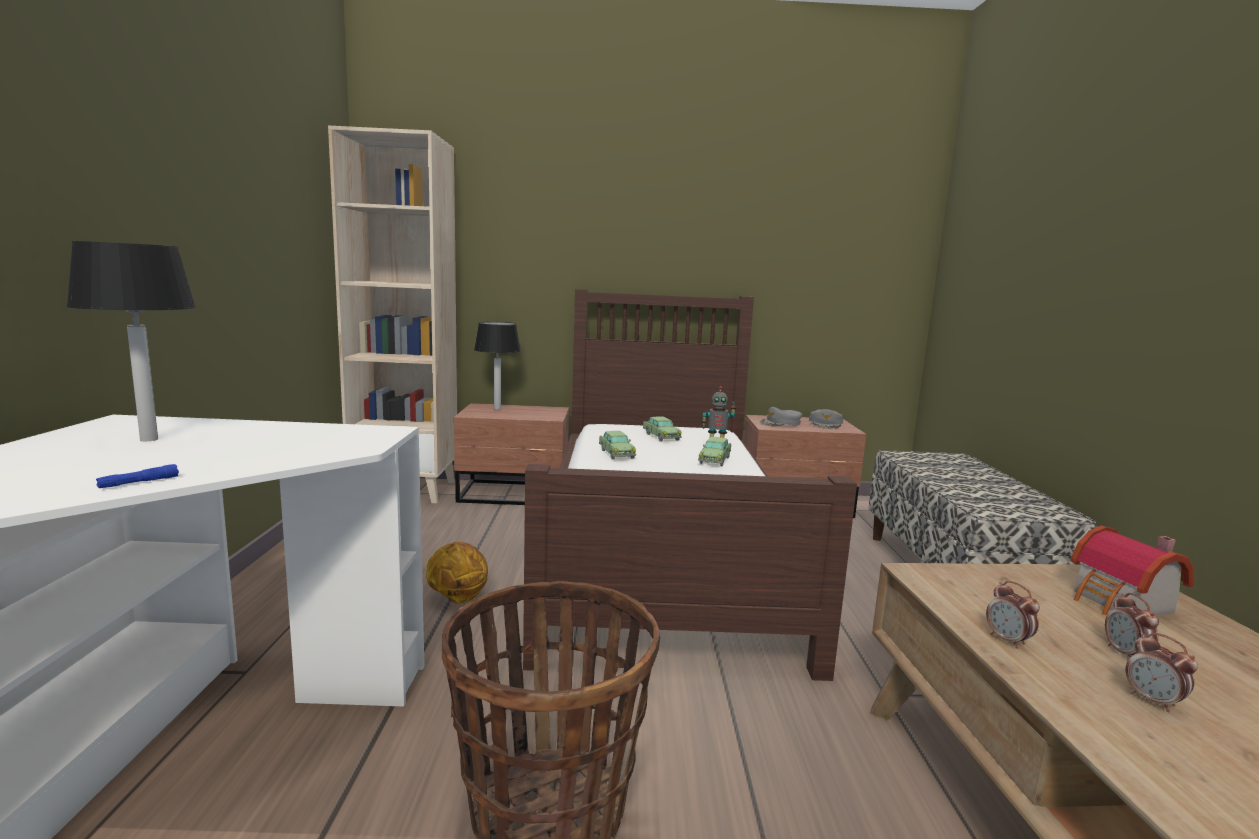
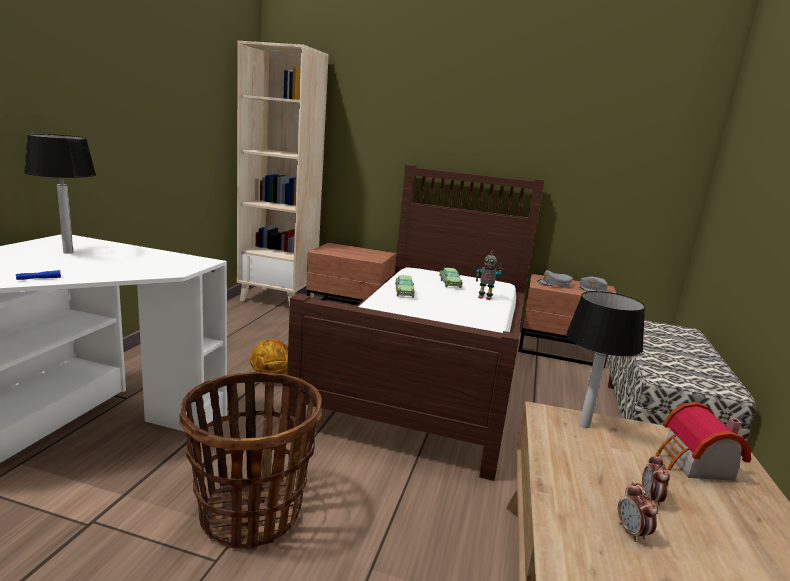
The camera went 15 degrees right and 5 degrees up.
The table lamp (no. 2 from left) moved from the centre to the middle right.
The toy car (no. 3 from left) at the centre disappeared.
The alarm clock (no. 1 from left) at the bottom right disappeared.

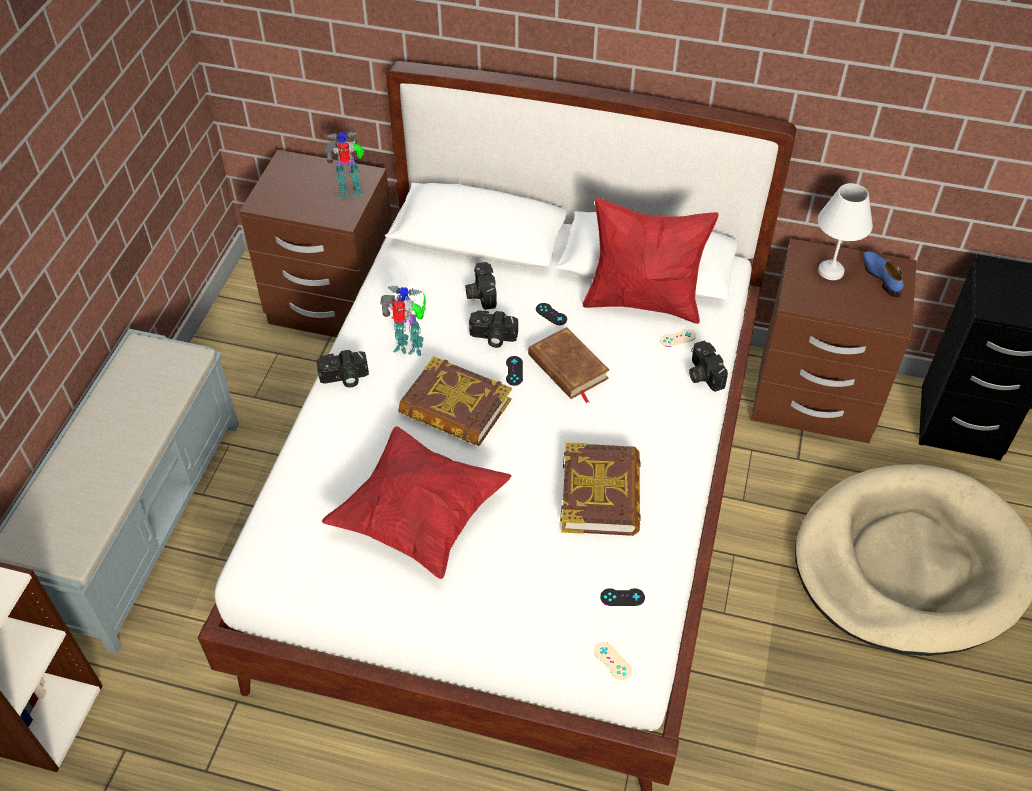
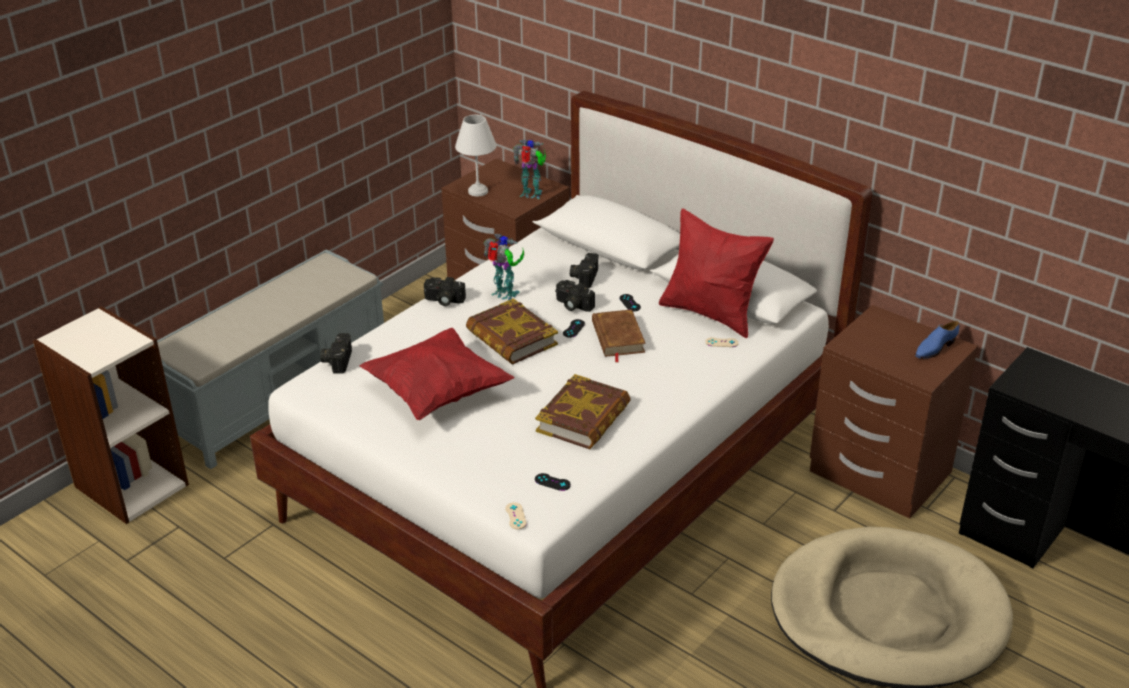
The camera went 25 degrees right and 15 degrees down.
The white table lamp moved from the top right to the top centre.
The blue shoe at the middle right turned 135 degrees counterclockwise.
The photo camera (no. 4 from left in the first image) moved from the middle right to the middle left.

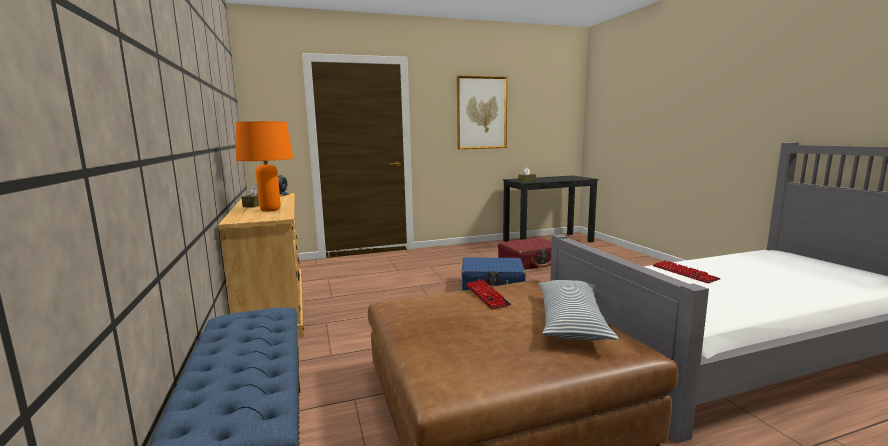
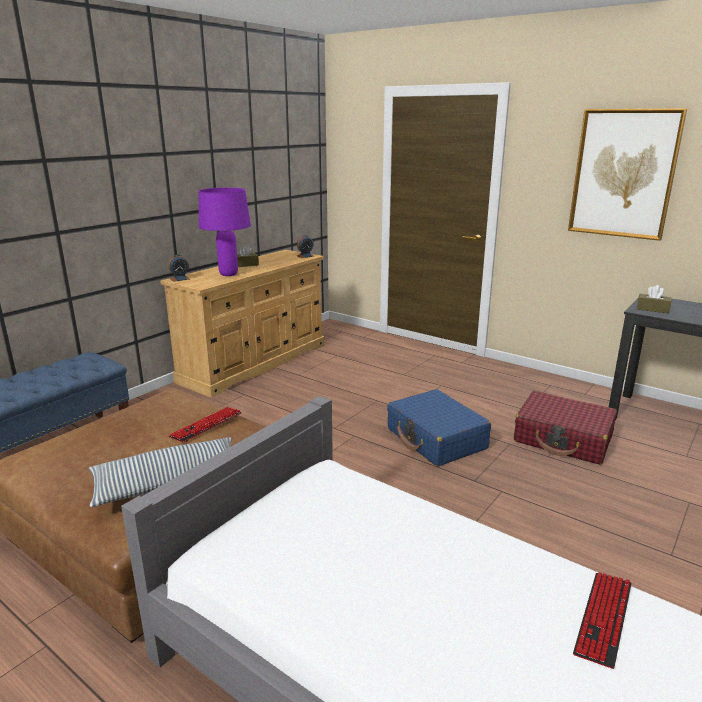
The camera went 55 degrees right and 10 degrees up.
The orange table lamp at the middle left became the purple table lamp at the top left.
The keyboard (no. 2 from left) moved from the middle right to the bottom right.
The alarm clock (no. 1 from left) at the middle left appeared.

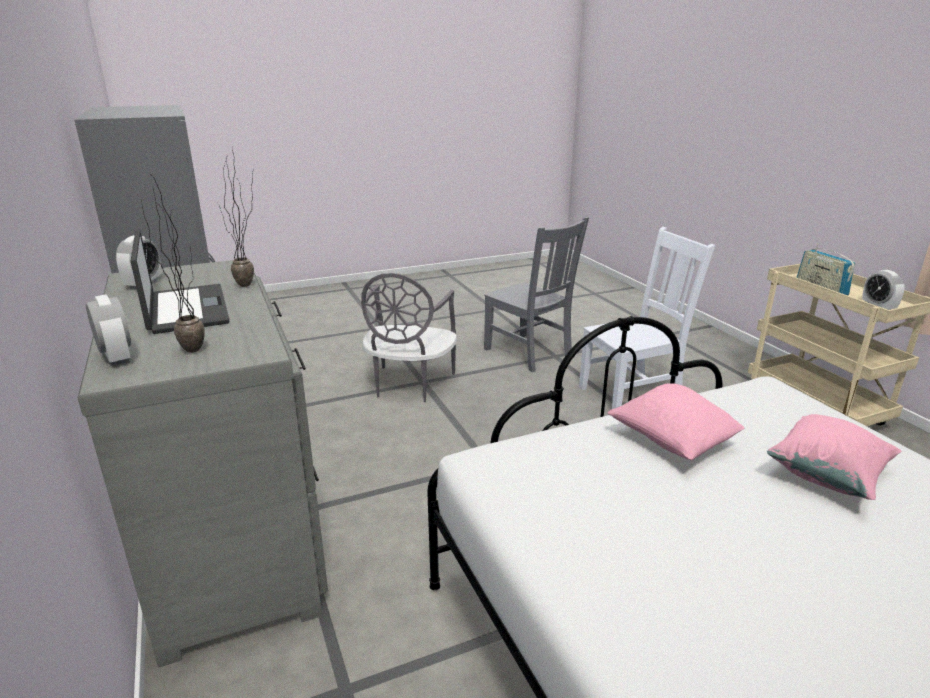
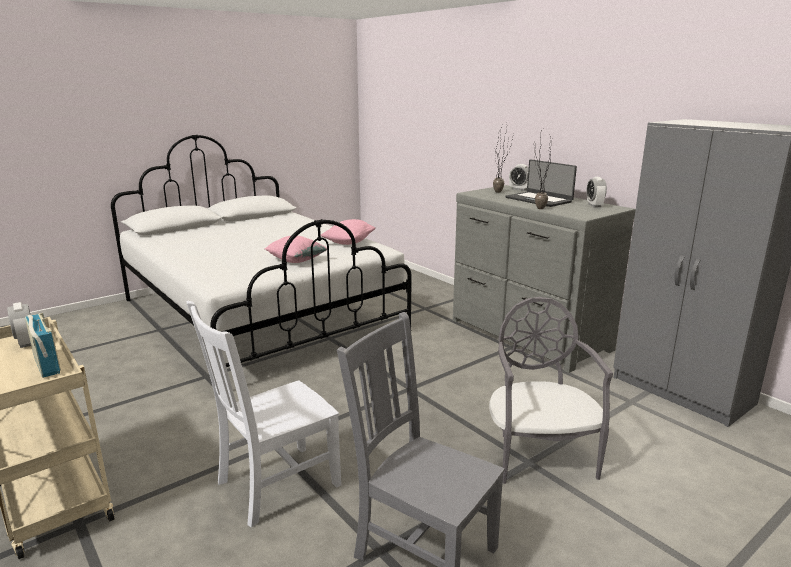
The camera went 165 degrees right and 5 degrees down.
The pink pillow (no. 2 from left) moved from the middle right to the centre.

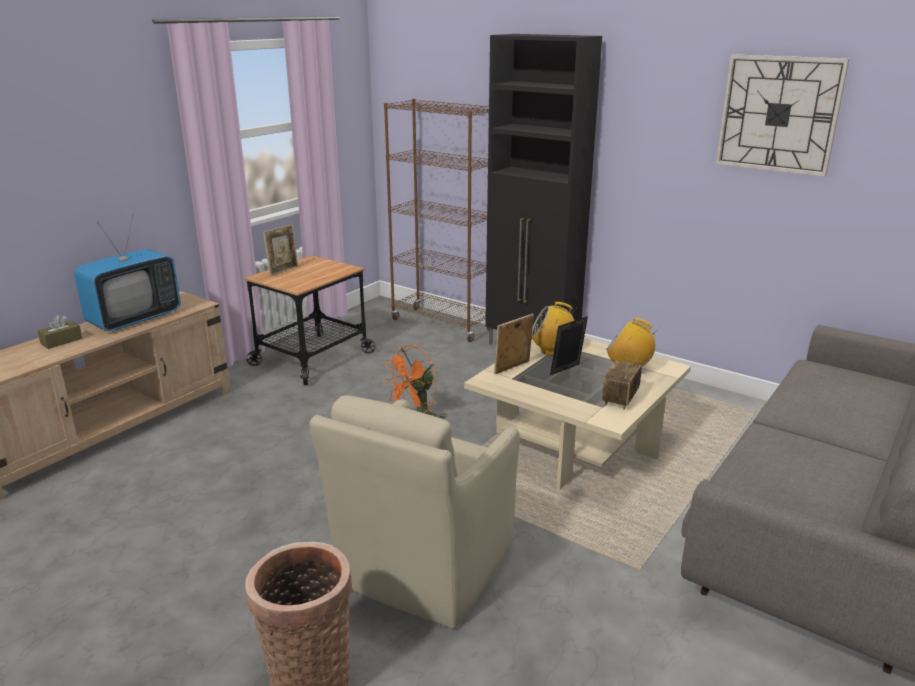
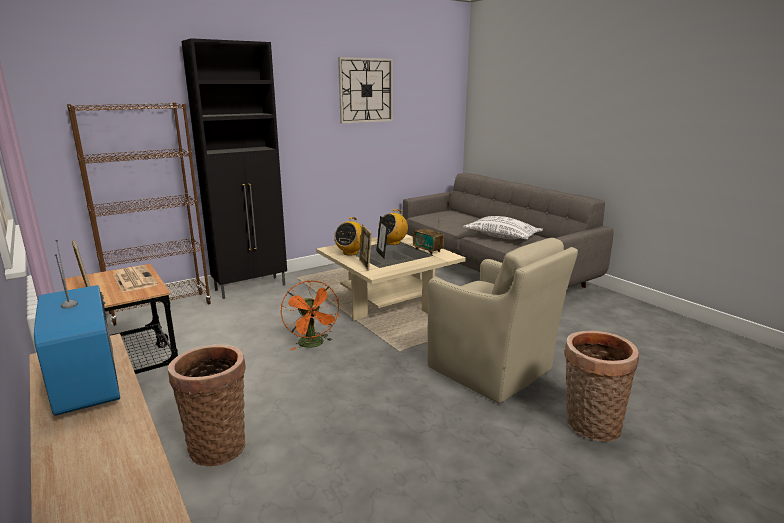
The camera went 70 degrees left and 5 degrees down.
The brown tissue box at the middle left disappeared.
The white pillow at the centre appeared.
The newspaper at the middle left appeared.
The basket (no. 1 from left) at the bottom left appeared.

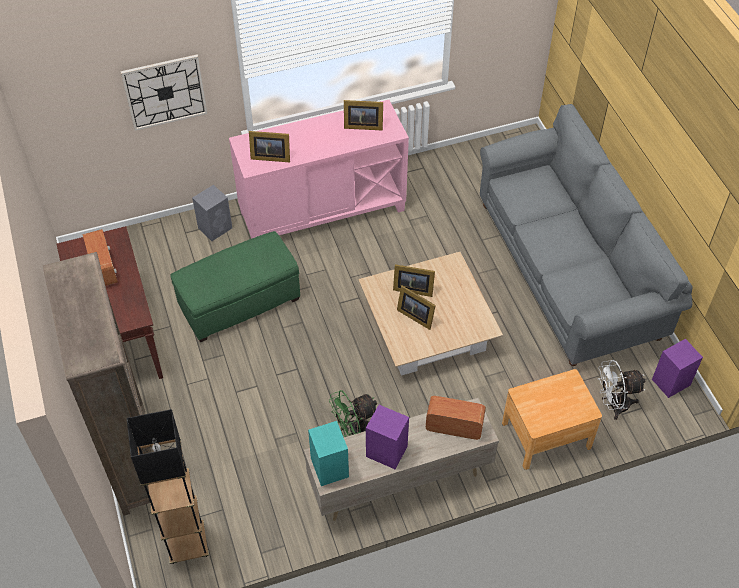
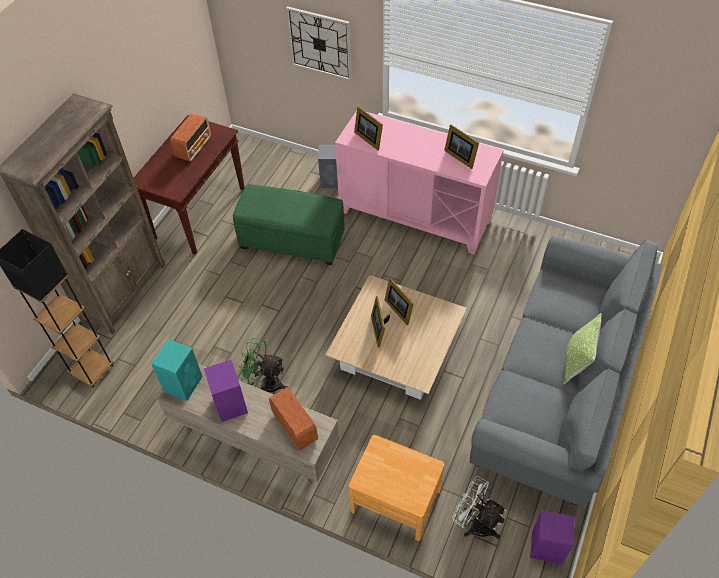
The camera went 45 degrees right and 0 degrees up.
The pillow at the middle right appeared.

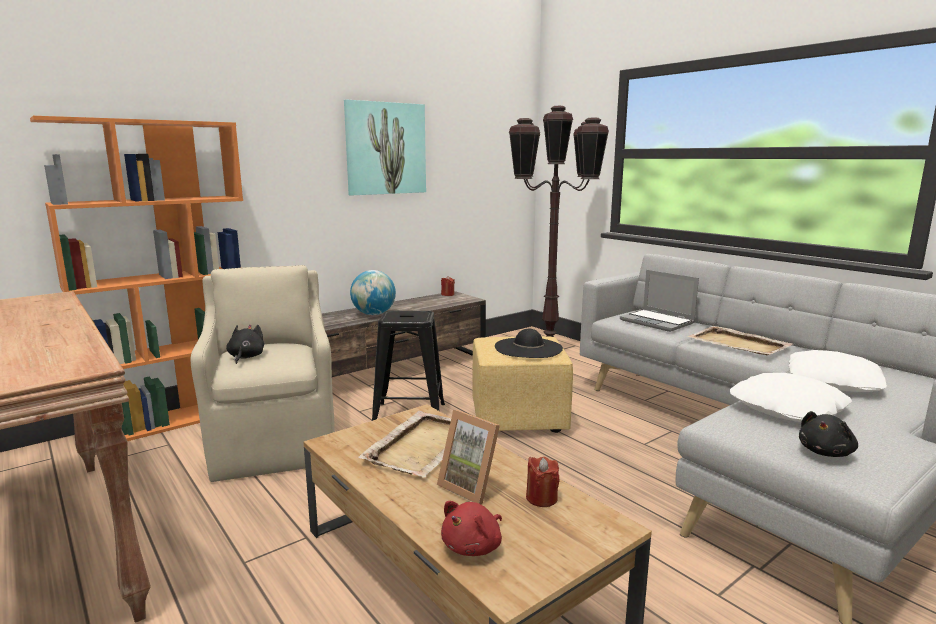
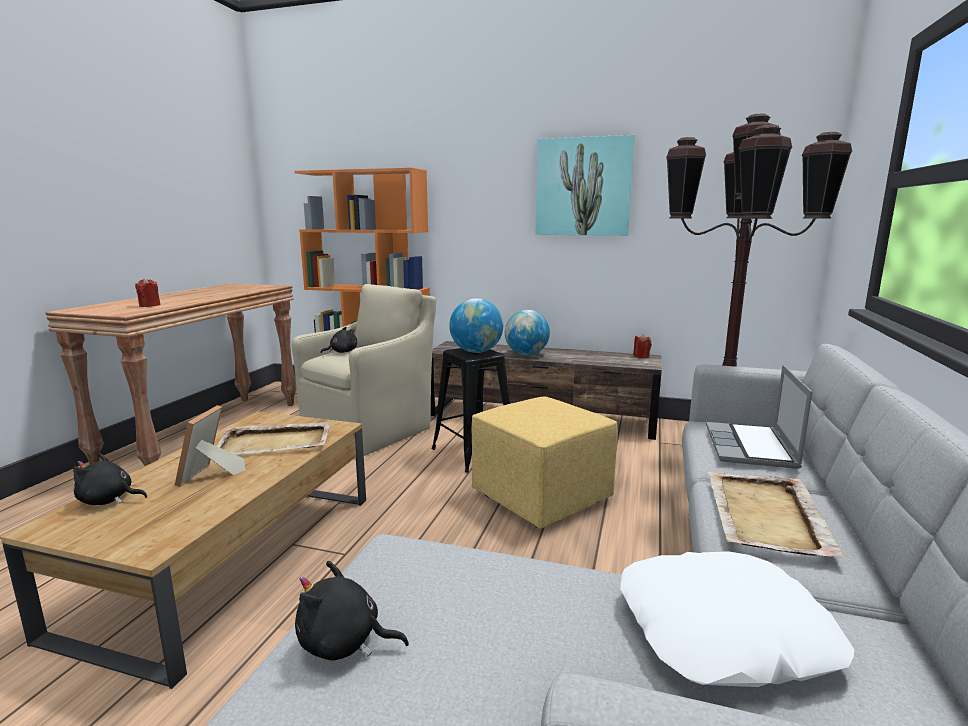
The camera went 55 degrees right and 0 degrees up.
The black hat at the centre disappeared.
The white pillow (no. 1 from left) at the middle right disappeared.
The red candle (no. 2 from left in the first image) moved from the bottom centre to the middle left.
The red plush toy at the bottom centre became the black plush toy (no. 1 from left) at the middle left.
The globe (no. 1 from left) at the centre appeared.

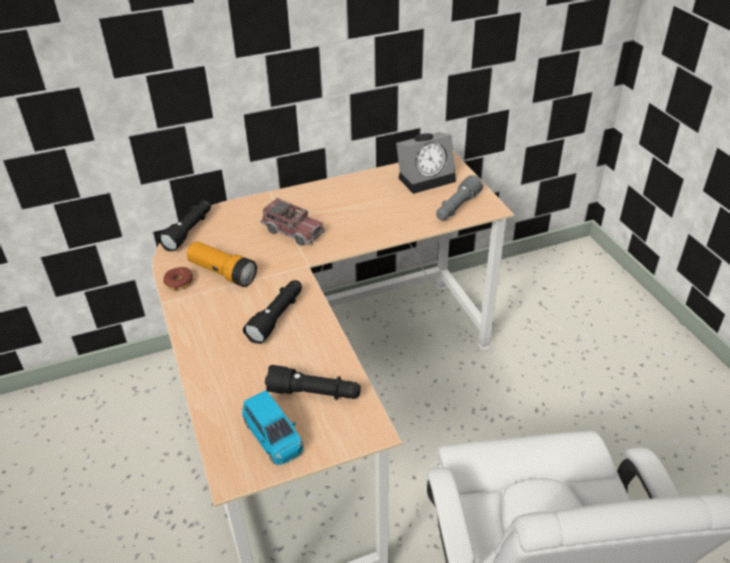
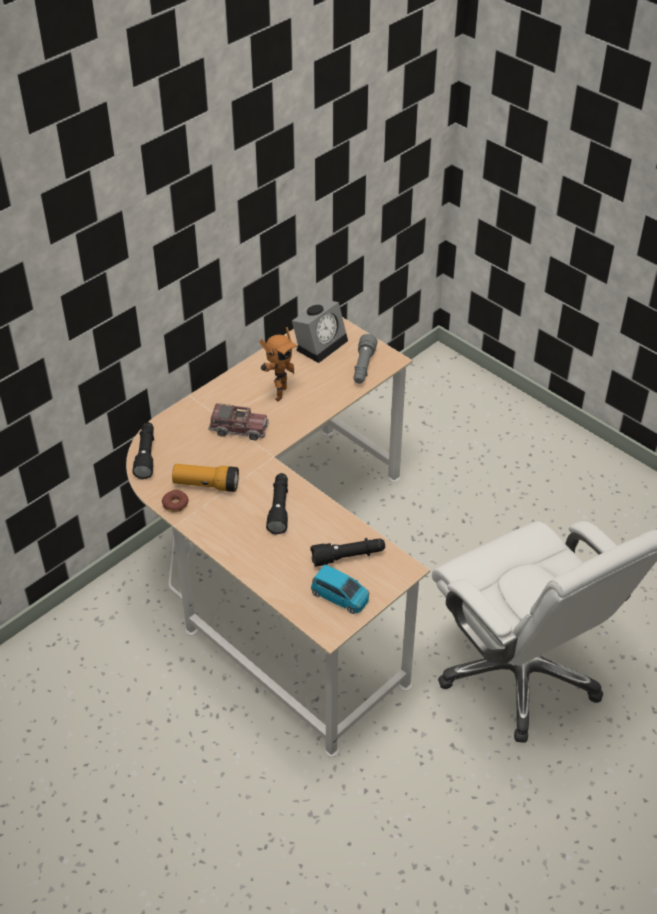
The camera went 25 degrees left and 5 degrees up.
The toy robot at the centre appeared.

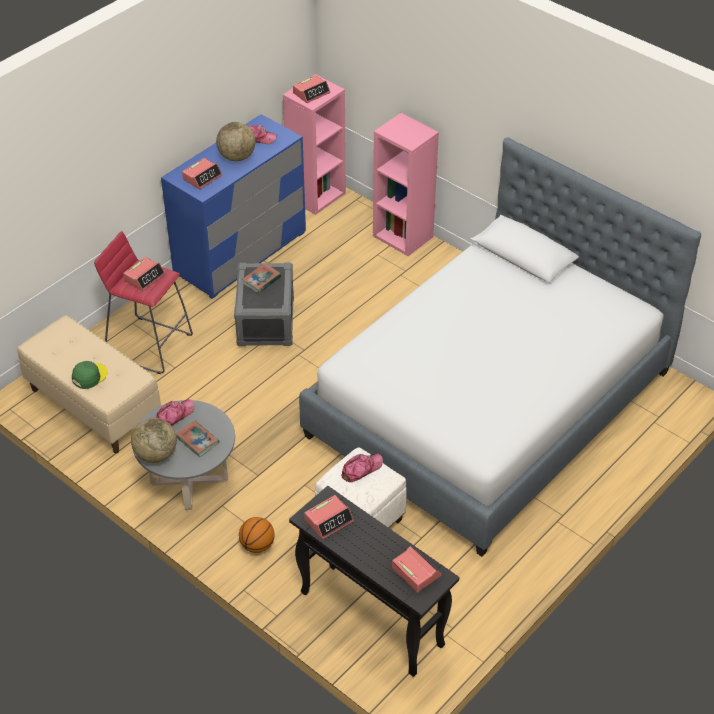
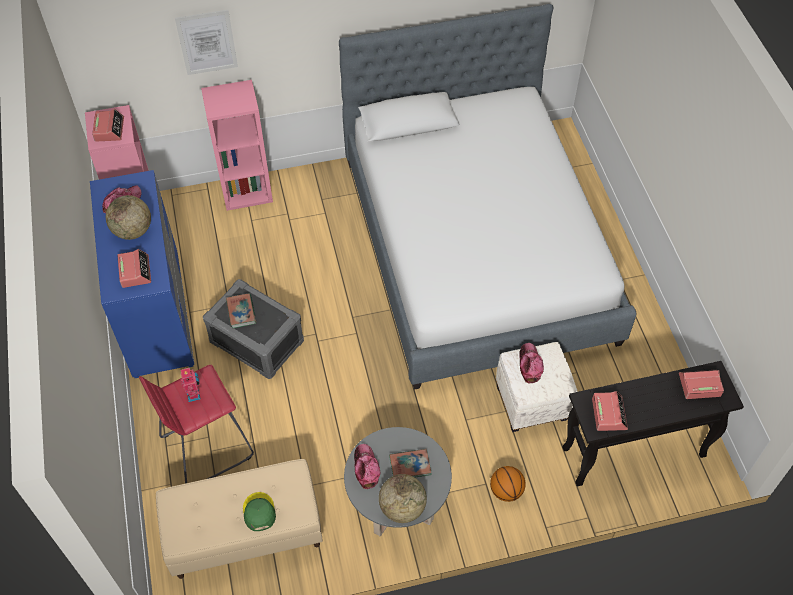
The camera went 55 degrees left and 10 degrees up.
The alarm clock (no. 1 from left) at the middle left was replaced by the toy robot at the middle left.
The picture at the top left appeared.

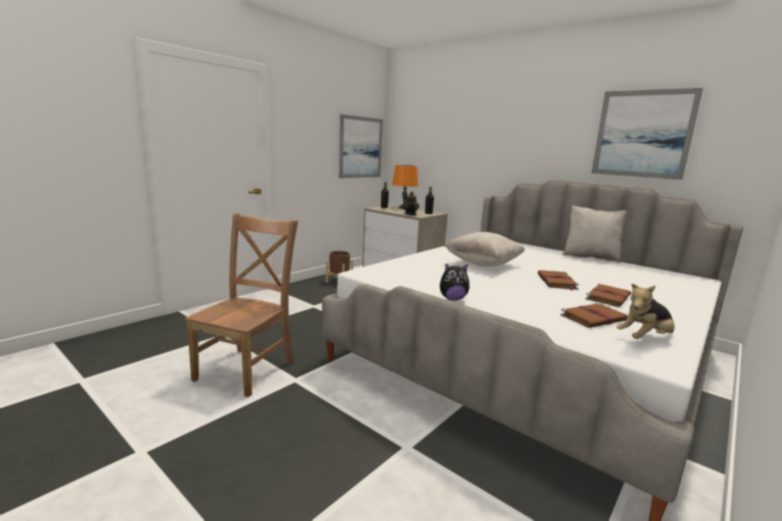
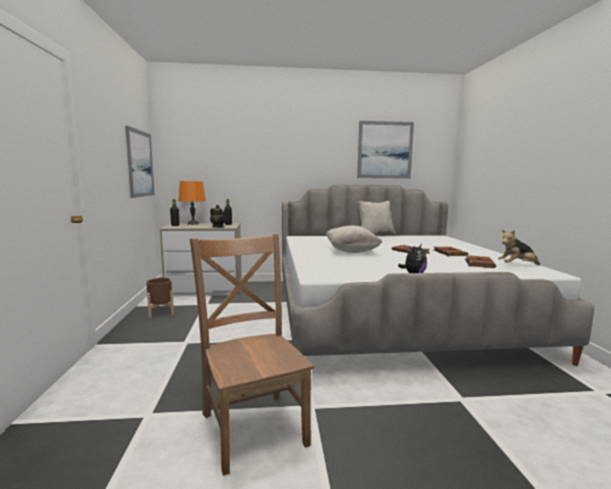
The camera went 45 degrees left and 5 degrees down.
The plush toy (no. 2 from left) at the middle right turned 60 degrees clockwise.

